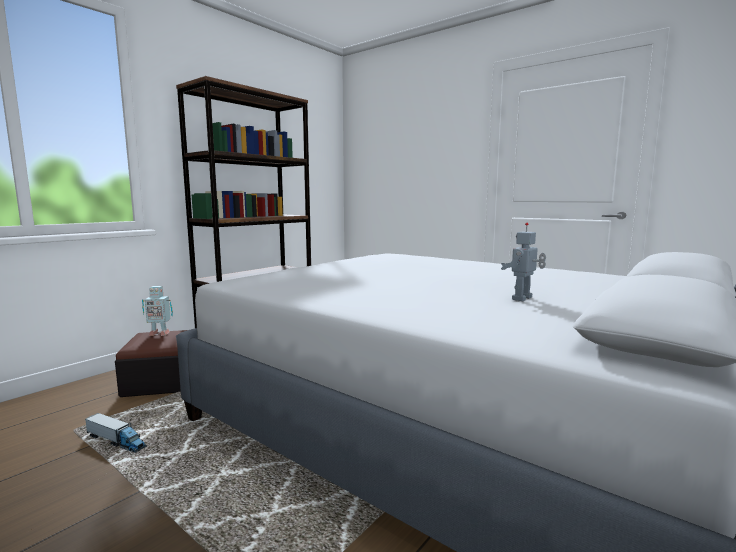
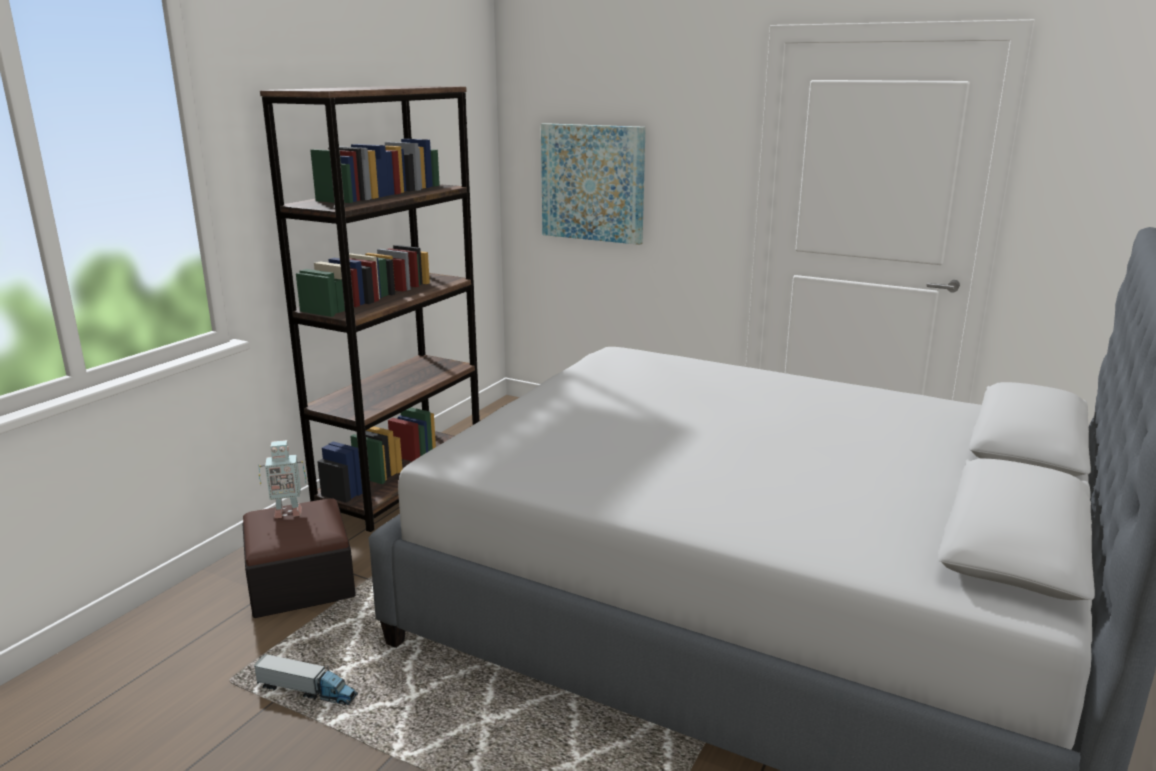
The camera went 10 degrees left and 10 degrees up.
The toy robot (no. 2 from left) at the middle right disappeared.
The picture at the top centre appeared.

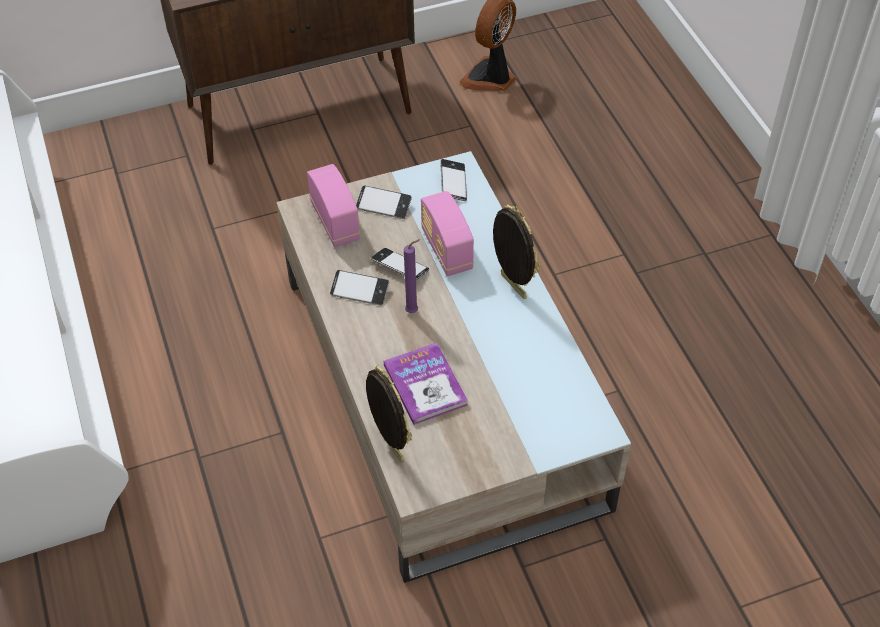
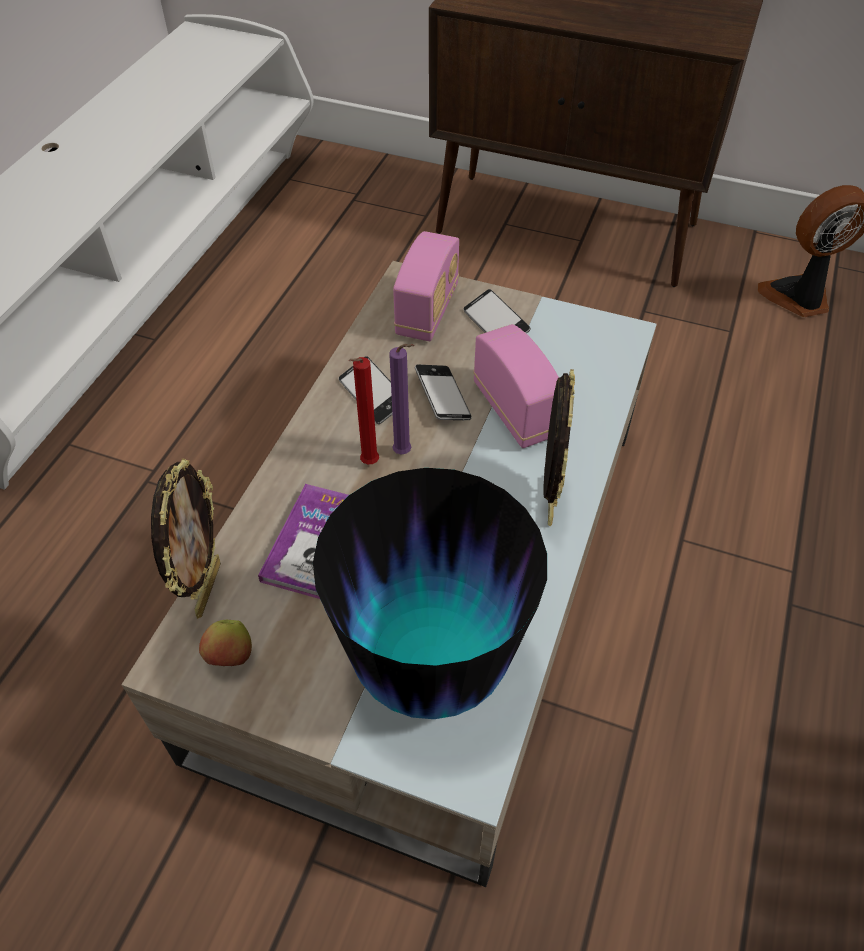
The camera went 40 degrees right and 0 degrees up.
The phone (no. 4 from left) at the top centre disappeared.
The radio (no. 2 from left) at the centre turned 135 degrees clockwise.
The red candle at the centre appeared.
The vase at the centre appeared.
The apple at the bottom left appeared.

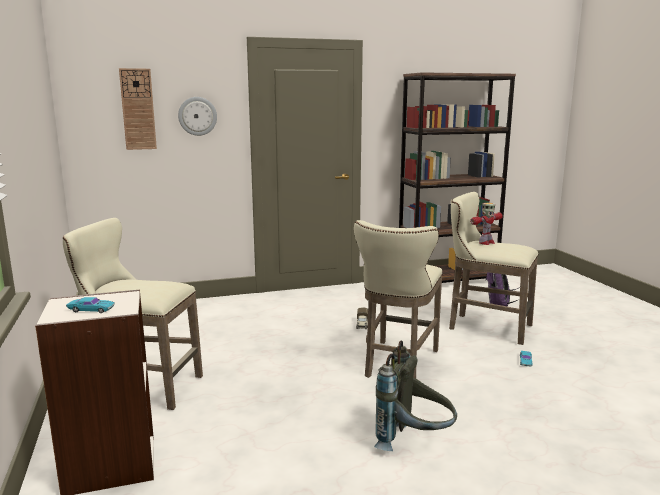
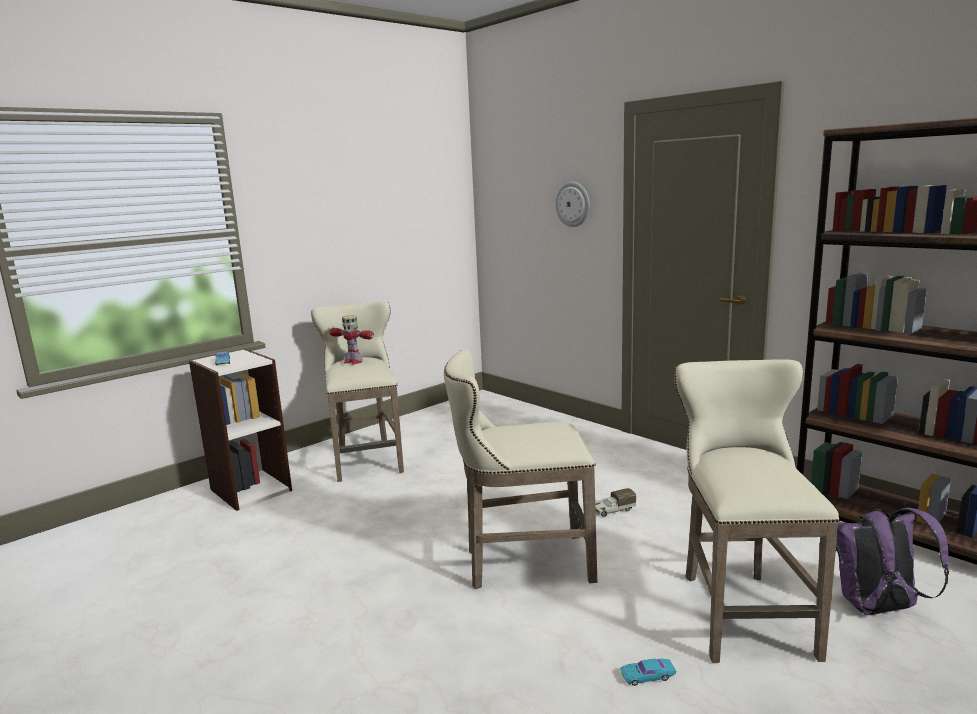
The camera went 65 degrees right and 0 degrees up.
The wall clock (no. 1 from left) at the top left disappeared.
The toy robot moved from the middle right to the centre.
The grey backpack at the bottom centre disappeared.

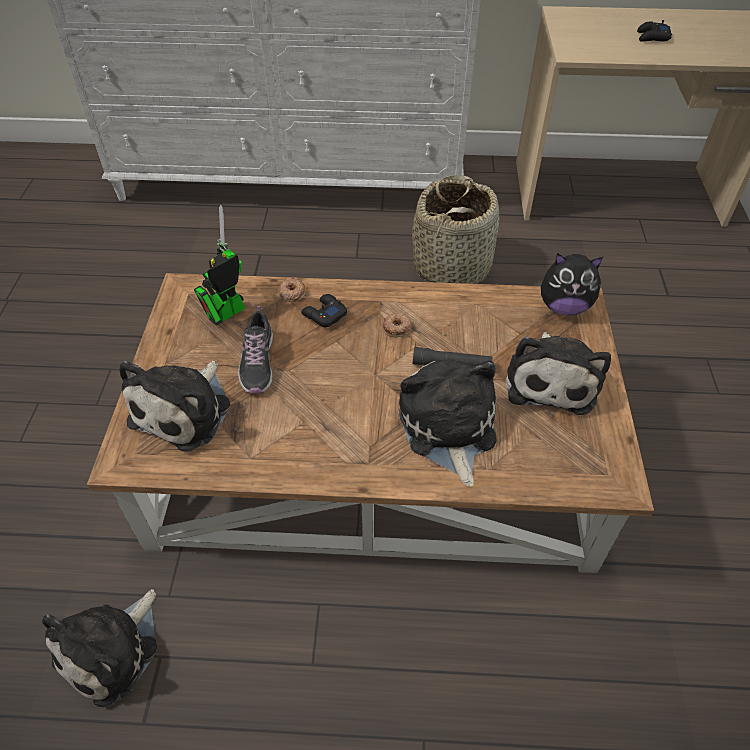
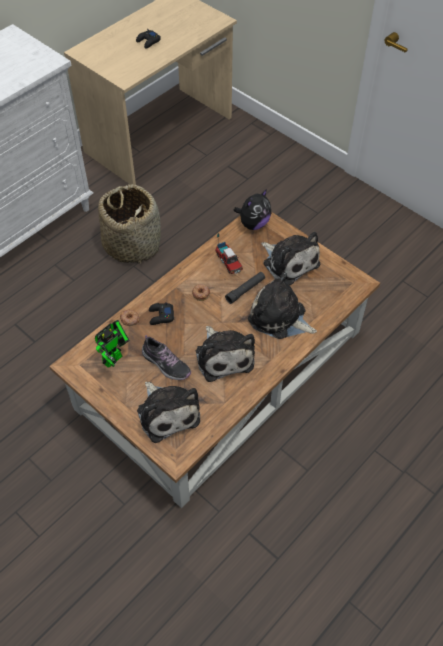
The camera went 50 degrees left and 5 degrees up.
The toy robot at the middle left turned 135 degrees counterclockwise.
The plush toy (no. 1 from left in the first image) moved from the bottom left to the centre.
The toy truck at the centre appeared.

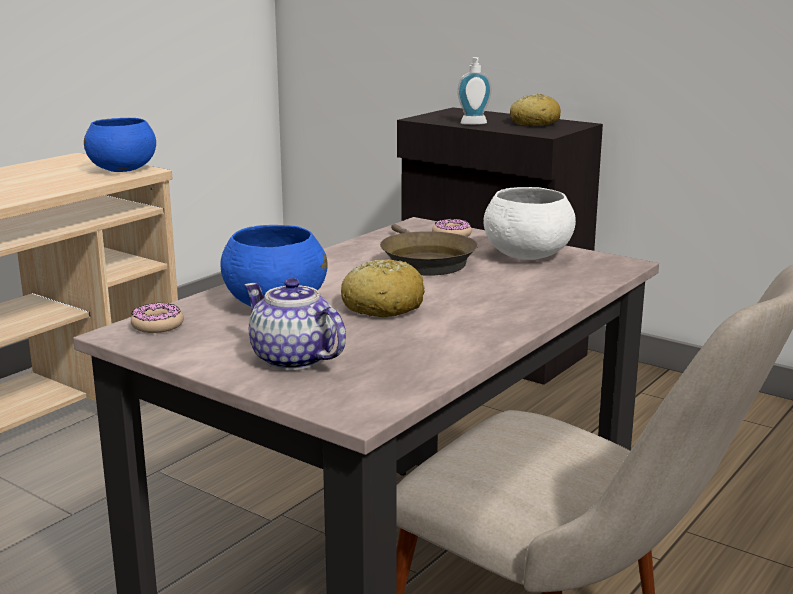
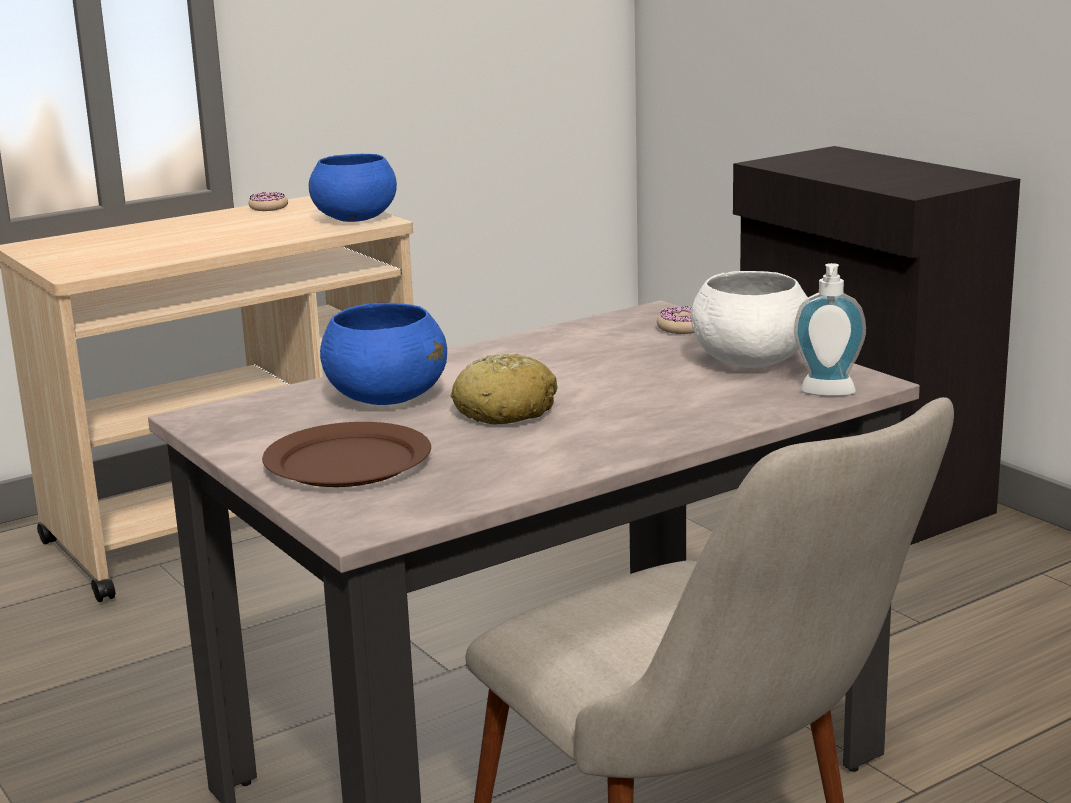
The camera went 20 degrees right and 0 degrees up.
The soap dispenser moved from the top centre to the middle right.
The bread (no. 2 from left) at the top right disappeared.
The brown frying pan at the centre disappeared.
The teapot at the centre was replaced by the brown plate at the middle left.
The donut (no. 1 from left) moved from the middle left to the top left.

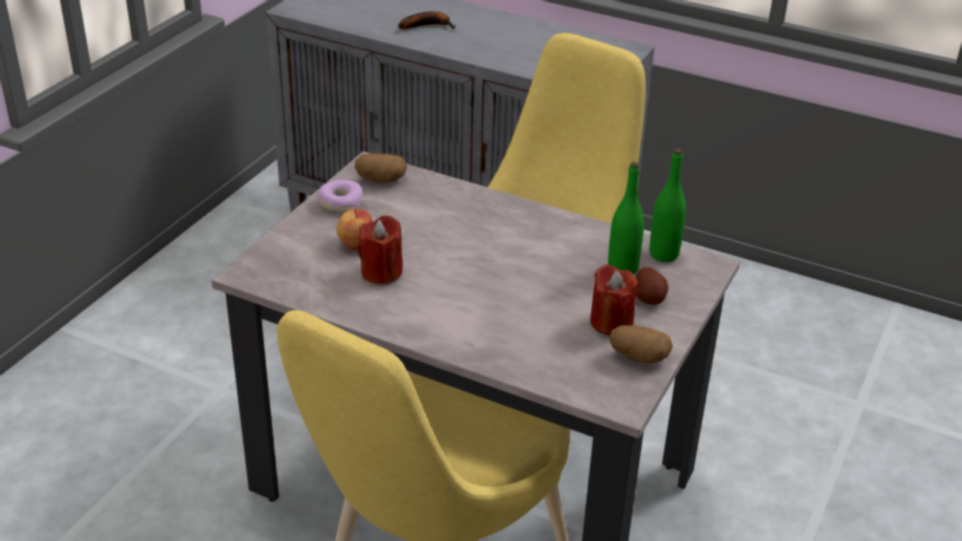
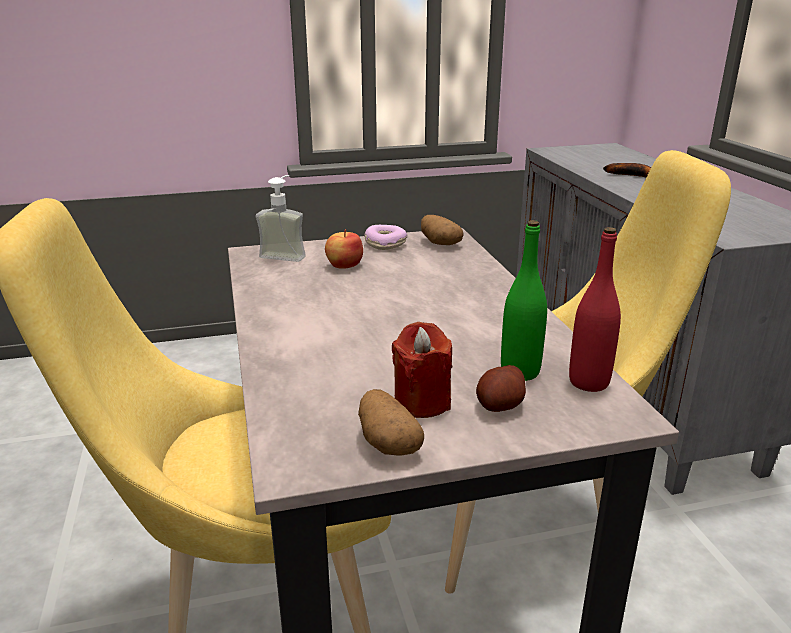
The camera went 50 degrees right and 10 degrees down.
The green bottle (no. 2 from left) at the middle right became the red bottle at the middle right.
The red candle (no. 1 from left) at the centre disappeared.
The soap dispenser at the centre appeared.

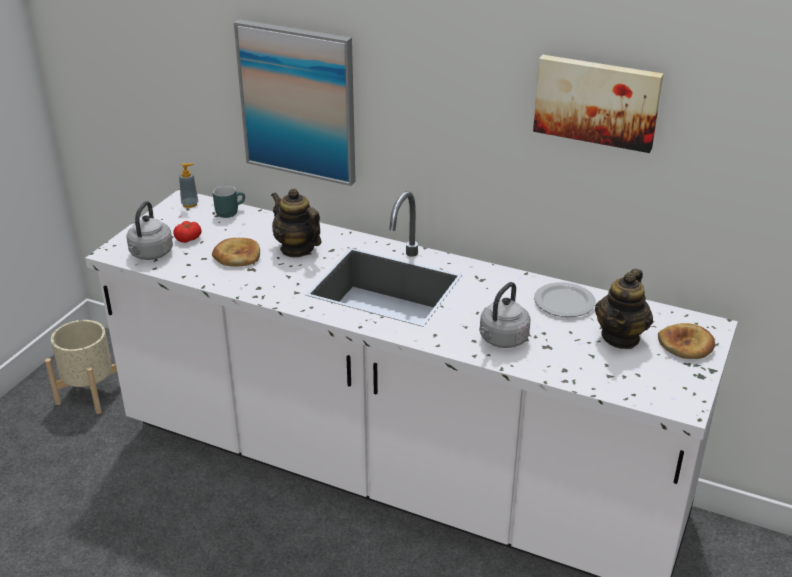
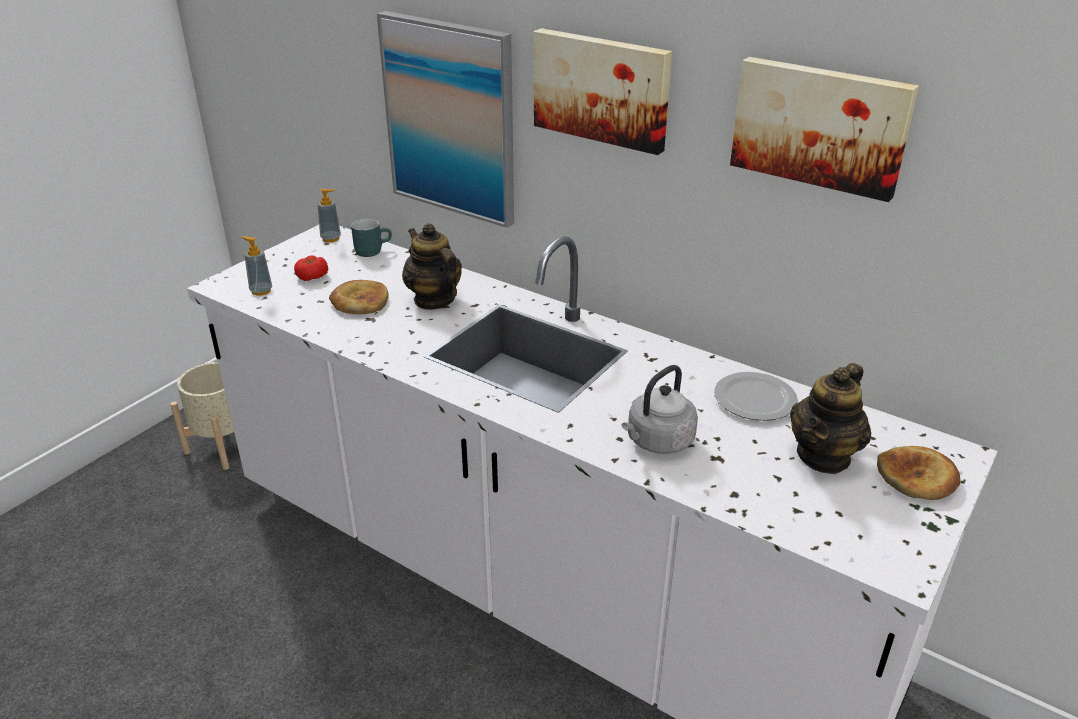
The camera went 10 degrees right and 0 degrees up.
The grey kettle (no. 1 from left) at the middle left was replaced by the soap dispenser (no. 1 from left) at the middle left.
The picture (no. 2 from left) at the top centre appeared.

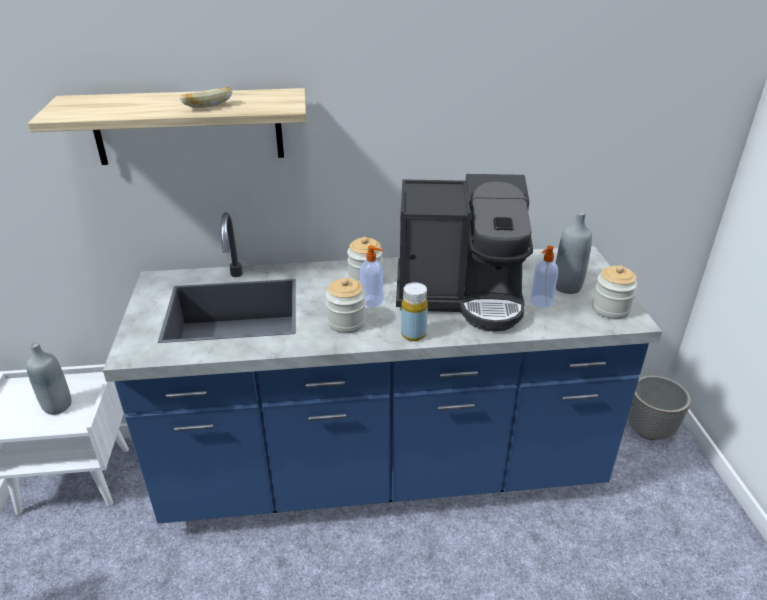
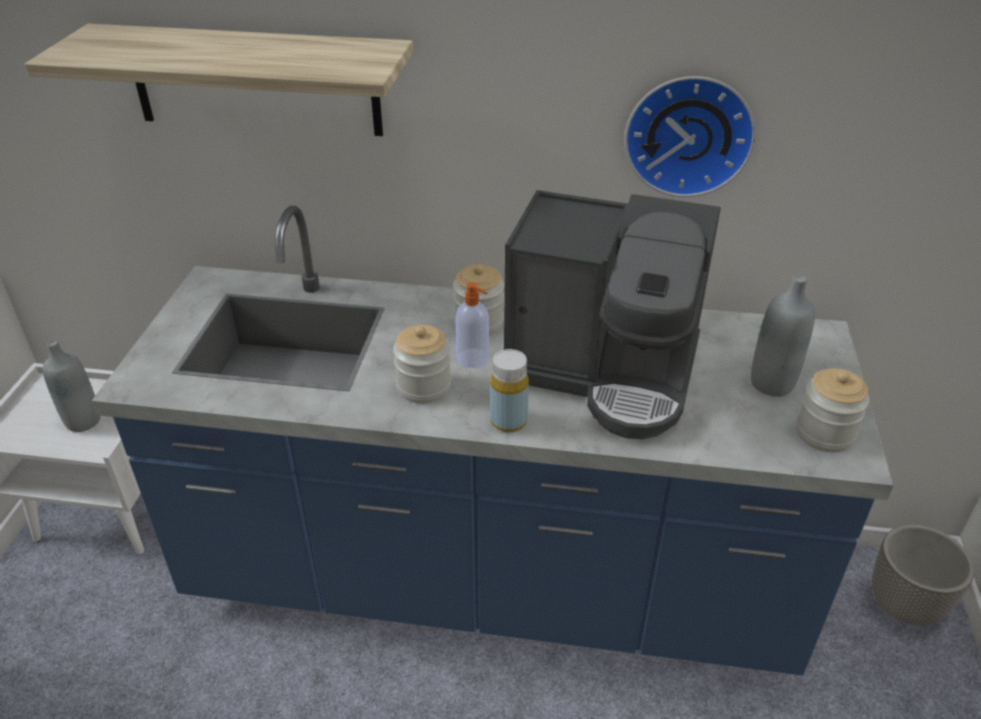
The camera went 15 degrees right and 5 degrees up.
The bread at the top left disappeared.
The soap dispenser (no. 2 from left) at the middle right disappeared.
The wall clock at the top right appeared.

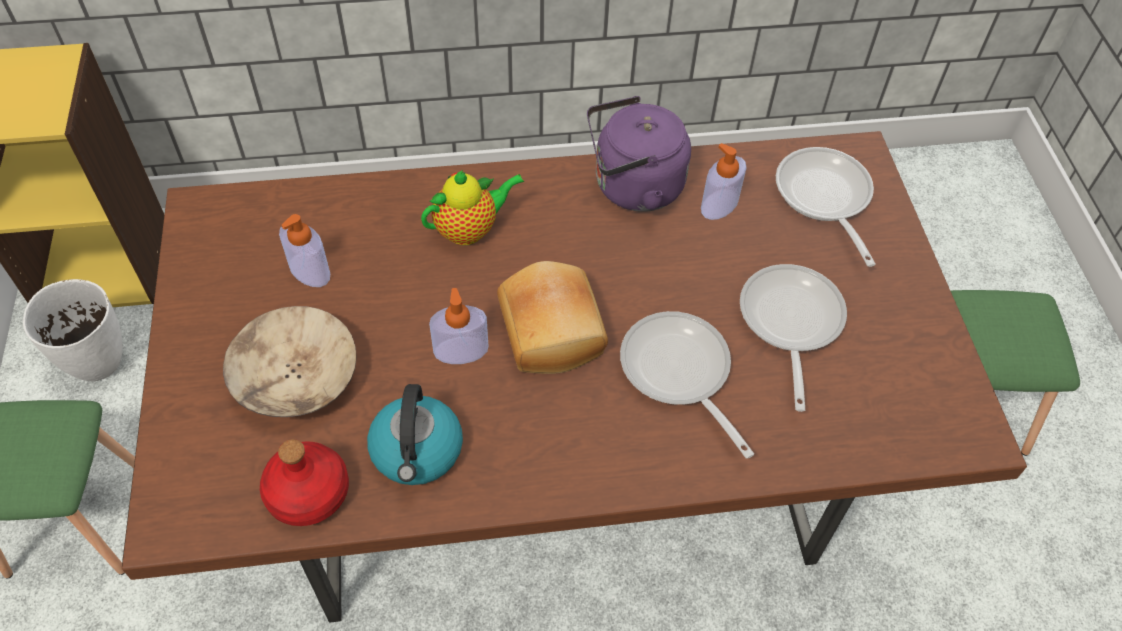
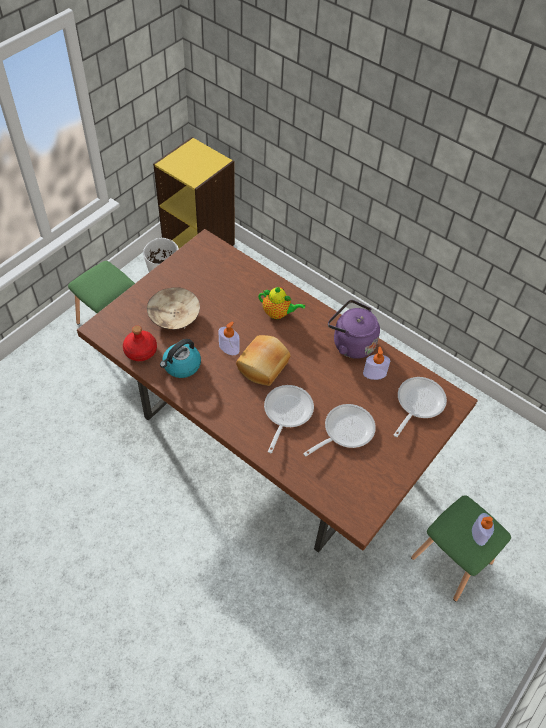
The camera went 45 degrees right and 0 degrees up.
The soap dispenser (no. 1 from left in the first image) moved from the middle left to the bottom right.

